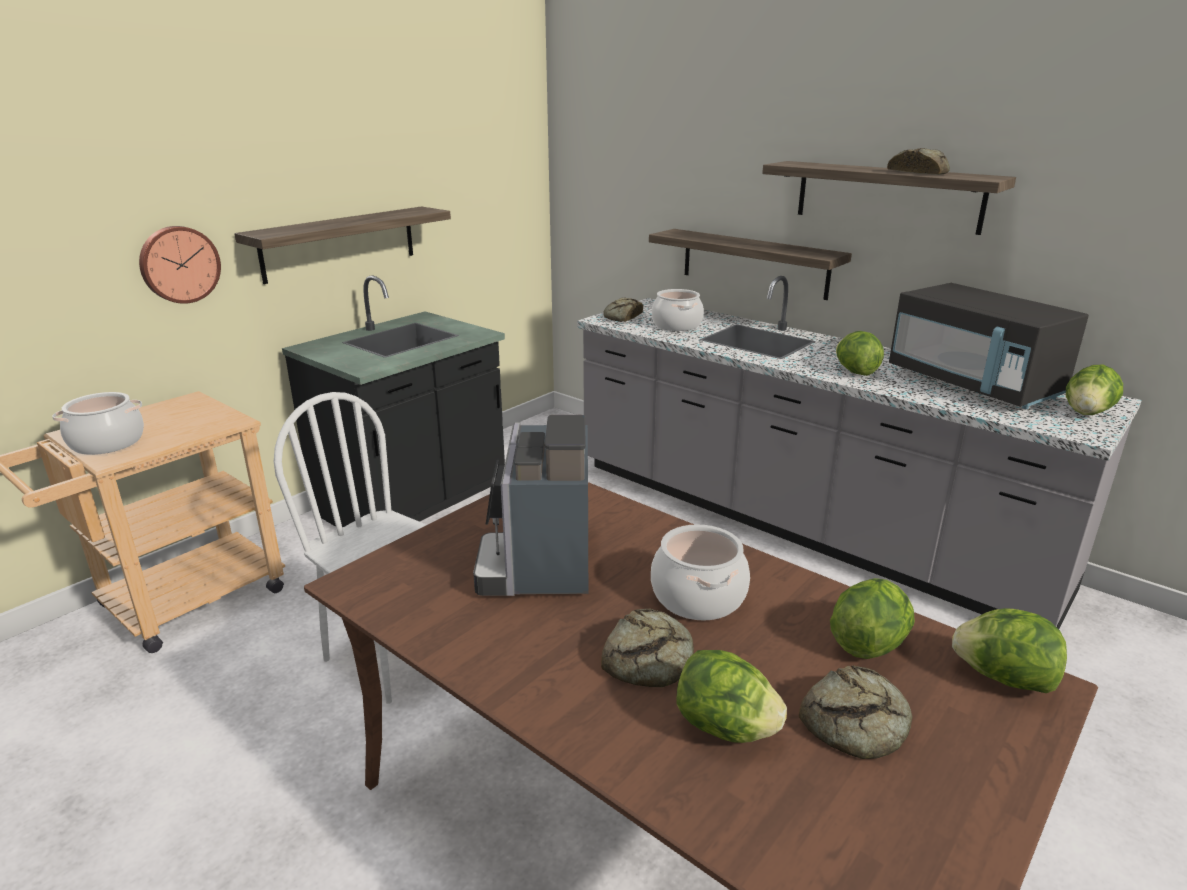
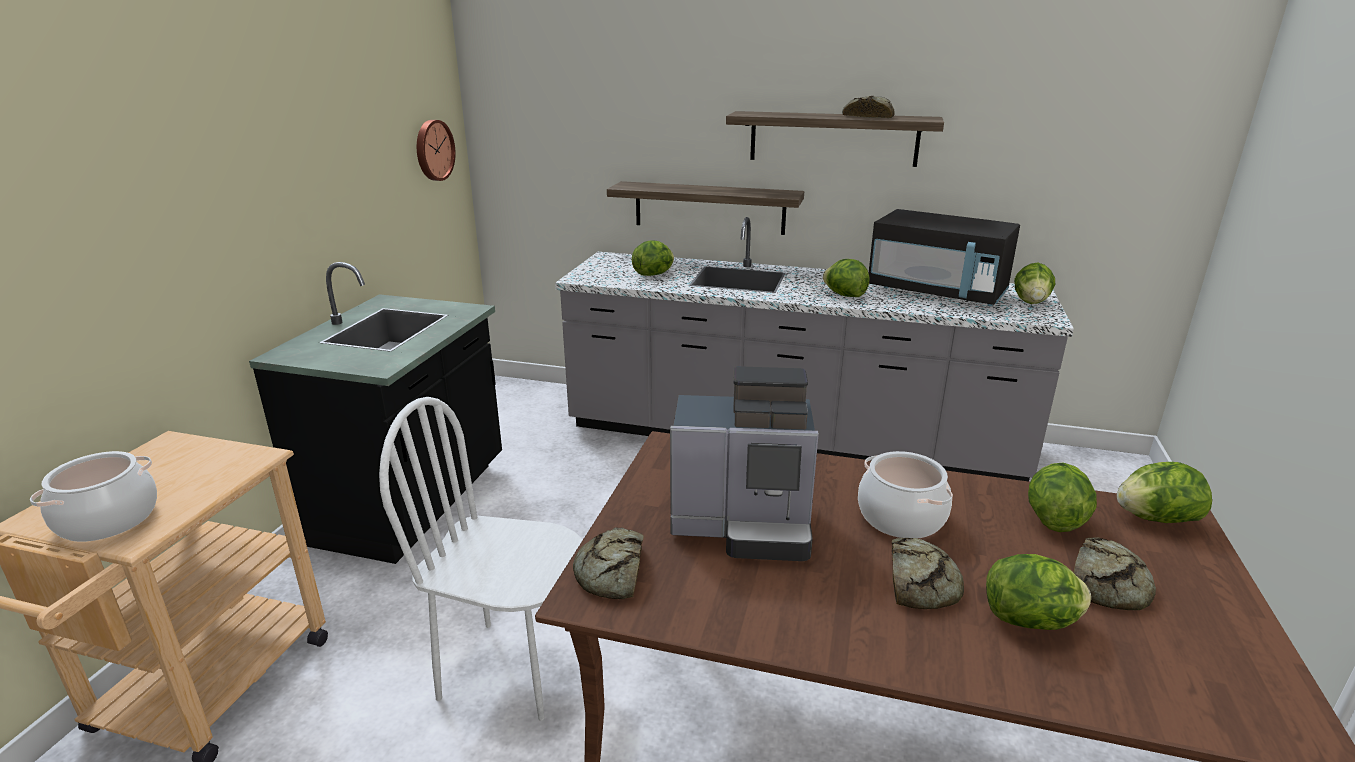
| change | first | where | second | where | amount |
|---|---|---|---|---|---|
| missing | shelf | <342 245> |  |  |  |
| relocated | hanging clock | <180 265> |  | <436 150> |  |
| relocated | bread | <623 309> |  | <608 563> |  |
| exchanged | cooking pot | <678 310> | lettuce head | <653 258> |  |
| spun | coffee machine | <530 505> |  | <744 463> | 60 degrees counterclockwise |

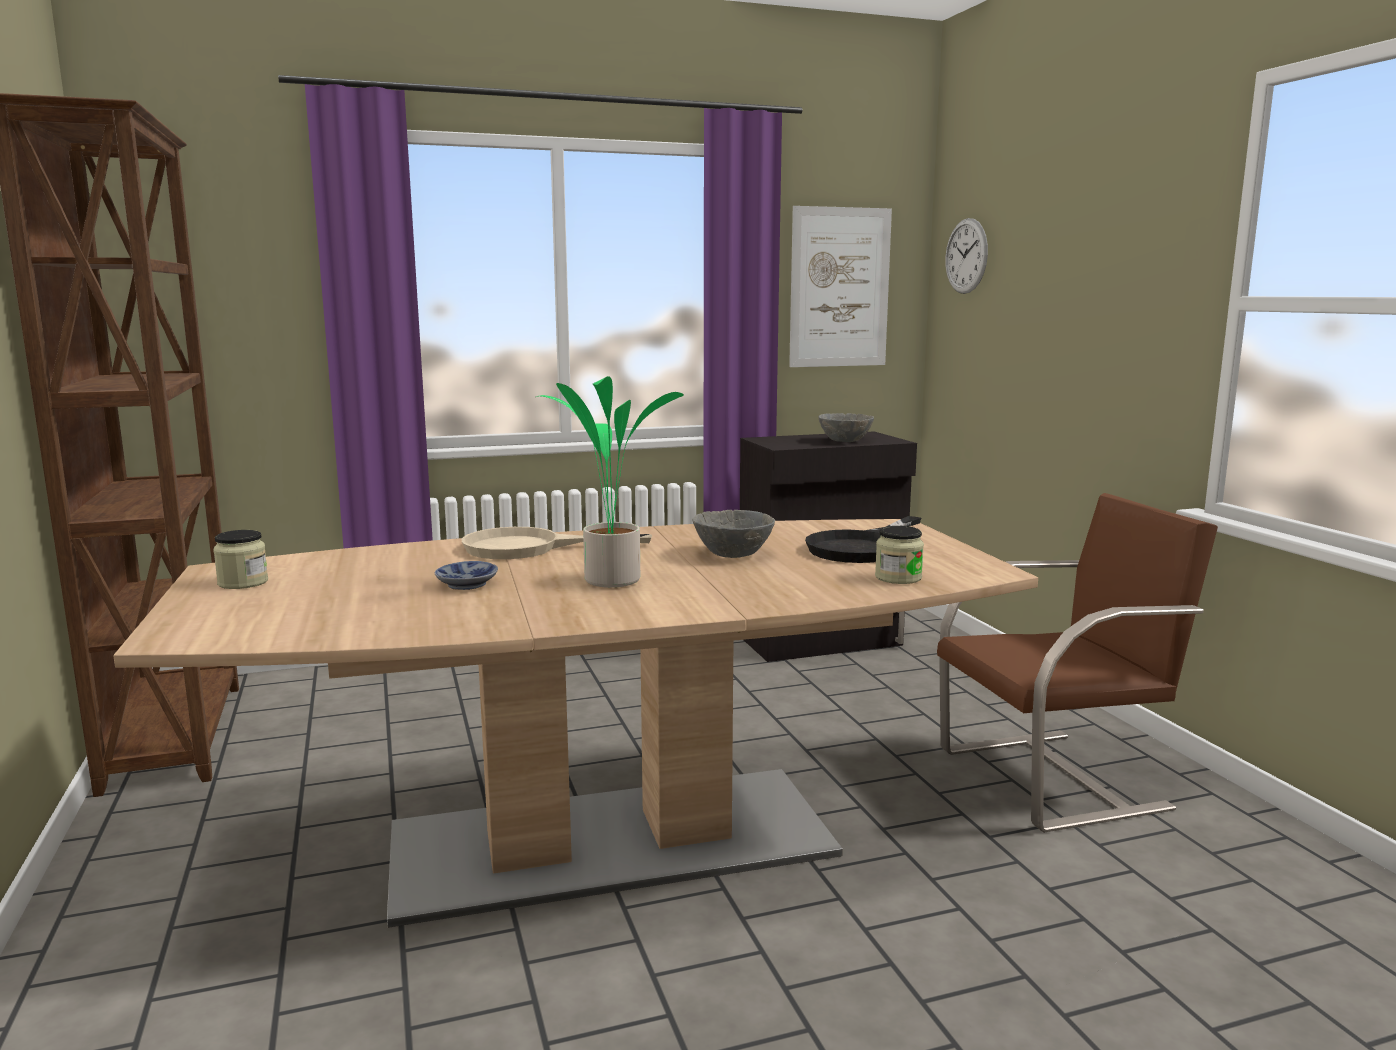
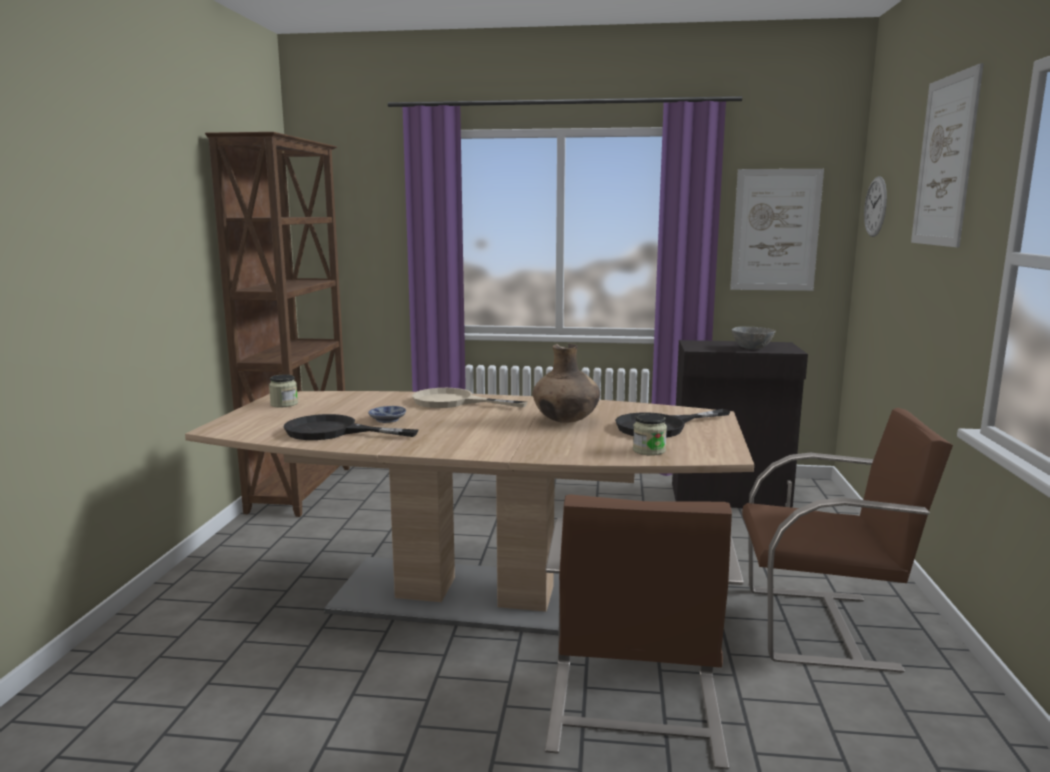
| change | first | where | second | where | amount |
|---|---|---|---|---|---|
| missing | potted plant | <610 482> |  |  |  |
| appeared |  |  | black frying pan | <351 427> |  |
| appeared |  |  | brownish upright chair | <644 632> |  |
| appeared |  |  | wall picture | <947 155> |  |
| exchanged | greyish bowl | <733 534> | brownish flower vase | <566 383> |  |

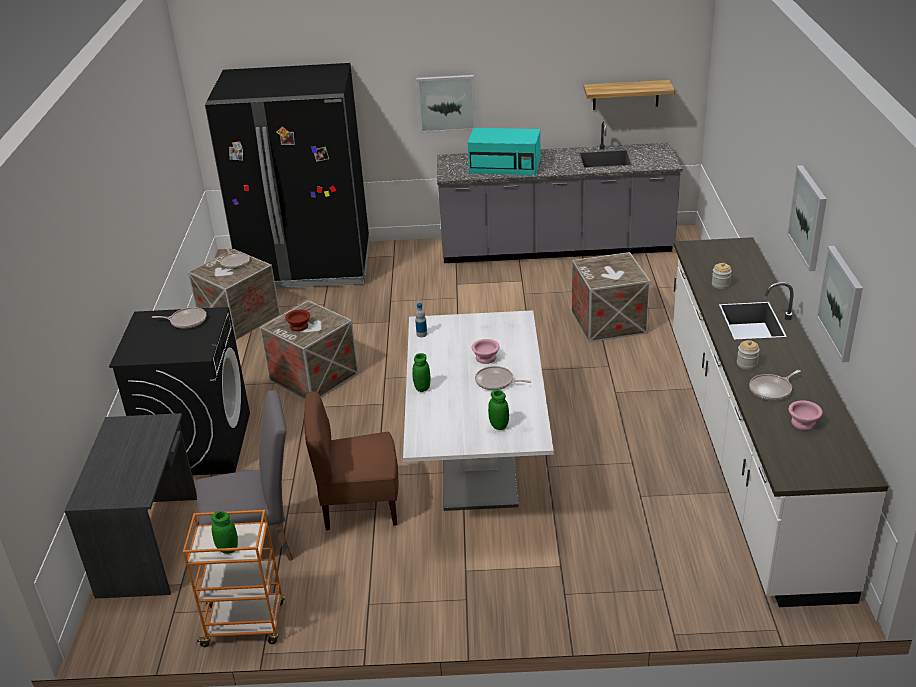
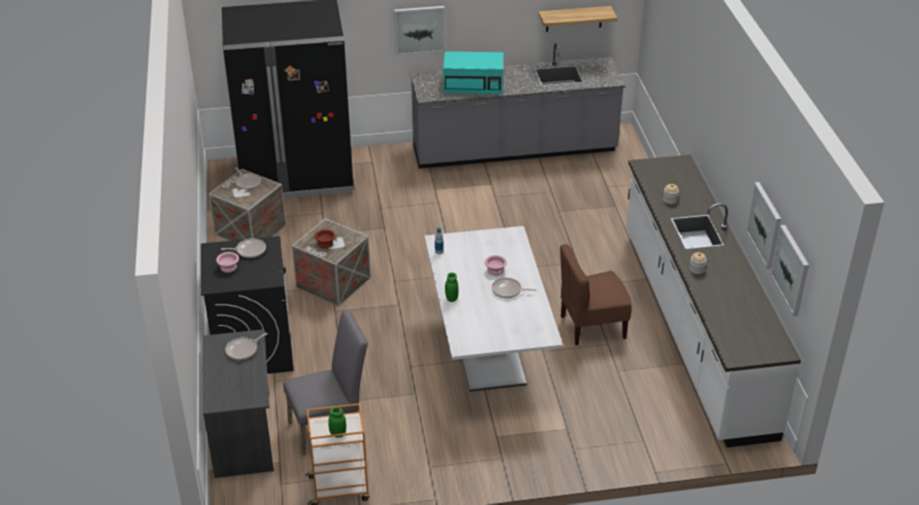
| change | first | where | second | where | amount |
|---|---|---|---|---|---|
| missing | green-coloured storage jar | <498 410> |  |  |  |
| missing | shipping crate | <611 297> |  |  |  |
| relocated | brownish upright chair | <351 460> |  | <596 295> |  |
| relocated | frying pan | <775 385> |  | <246 346> |  |
| relocated | wall picture | <807 218> |  | <789 270> |  |
| relocated | pinkish bowl | <806 415> |  | <227 262> |  |

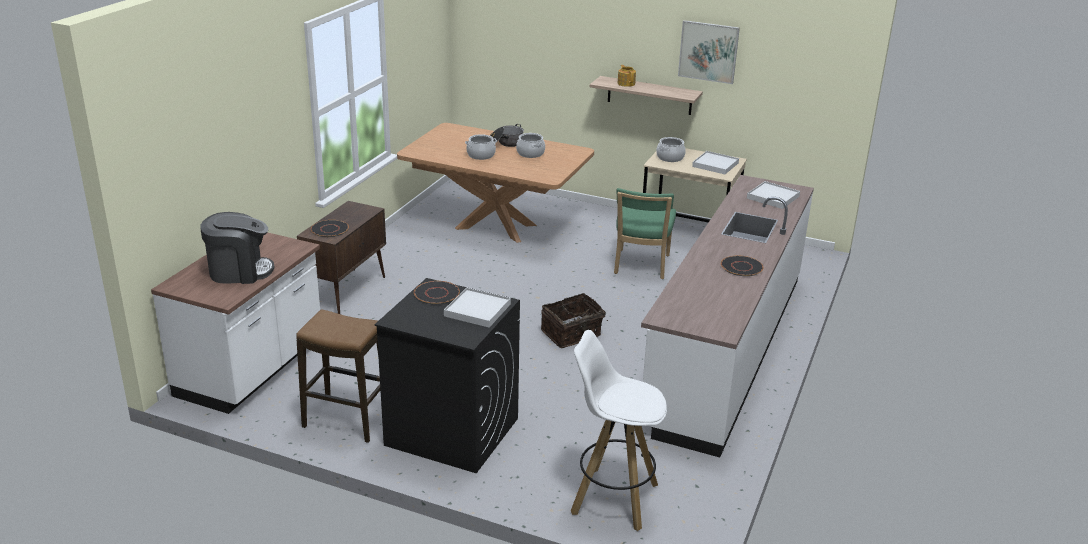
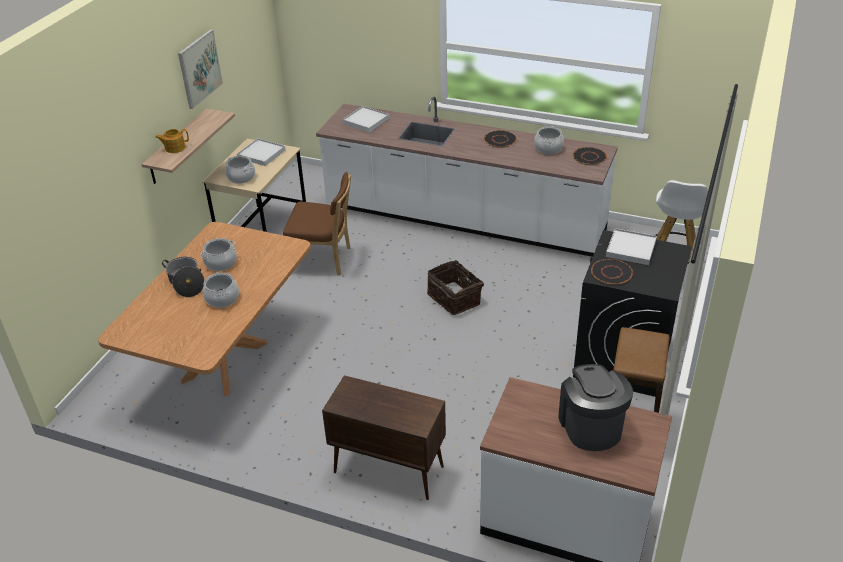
| change | first | where | second | where | amount |
|---|---|---|---|---|---|
| appeared |  |  | cooking pot | <549 140> |  |
| relocated | black flat dish | <330 228> |  | <589 156> |  |
| colour | green-coloured upright chair | <645 233> | brownish upright chair | <317 224> |  |

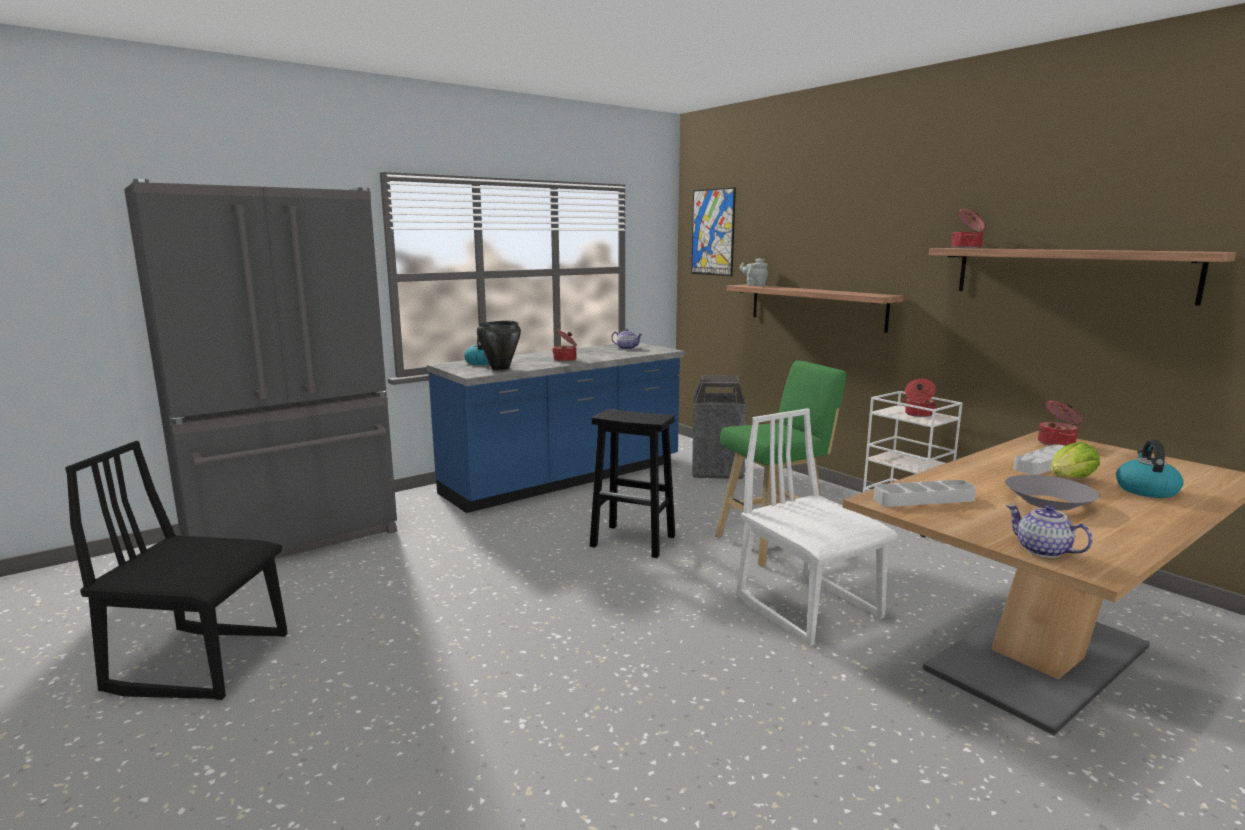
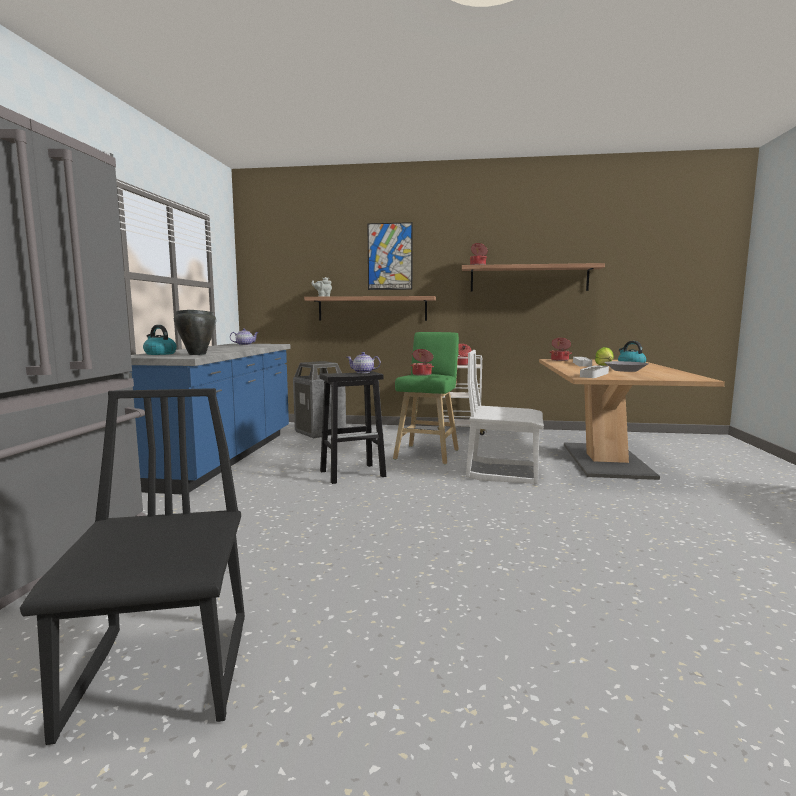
| change | first | where | second | where | amount |
|---|---|---|---|---|---|
| relocated | cooking pot | <564 346> |  | <422 362> |  |
| relocated | wall picture | <713 231> |  | <390 256> |  |
| relocated | tea pot | <1049 531> |  | <364 362> |  |
| spun | black upright chair | <176 570> |  | <132 566> | 120 degrees clockwise |

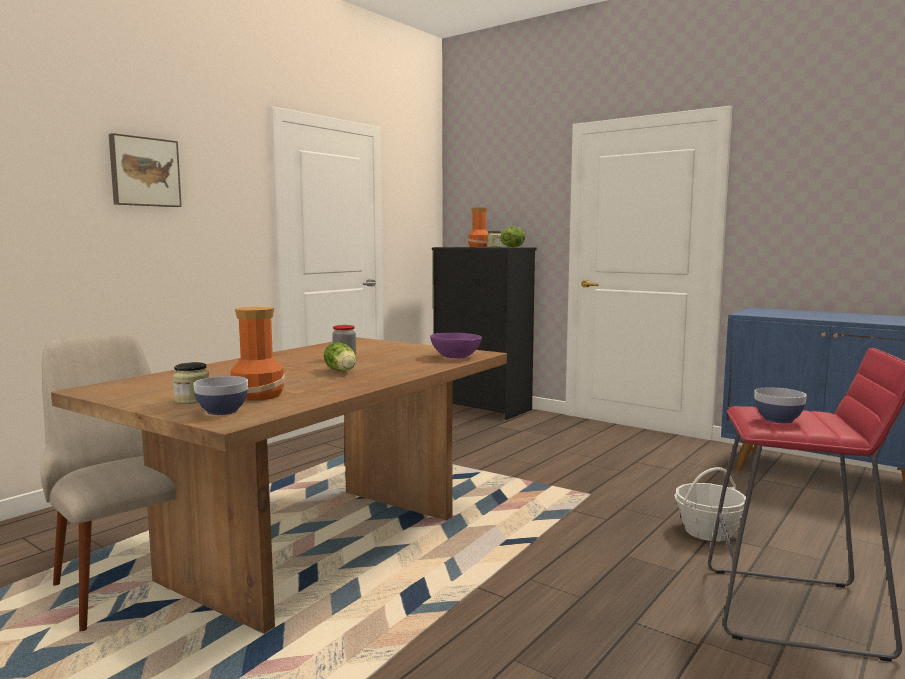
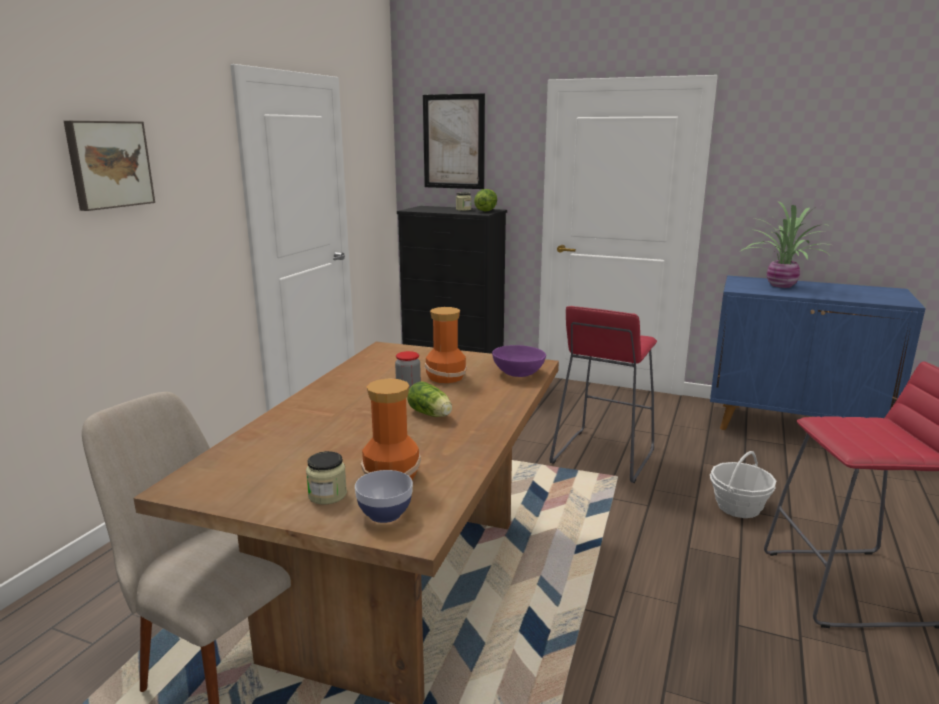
| change | first | where | second | where | amount |
|---|---|---|---|---|---|
| missing | bowl | <781 405> |  |  |  |
| appeared |  |  | wall picture | <454 141> |  |
| appeared |  |  | red-coloured stool seat | <603 394> |  |
| appeared |  |  | potted plant | <789 244> |  |
| relocated | flower vase | <477 227> |  | <446 345> |  |

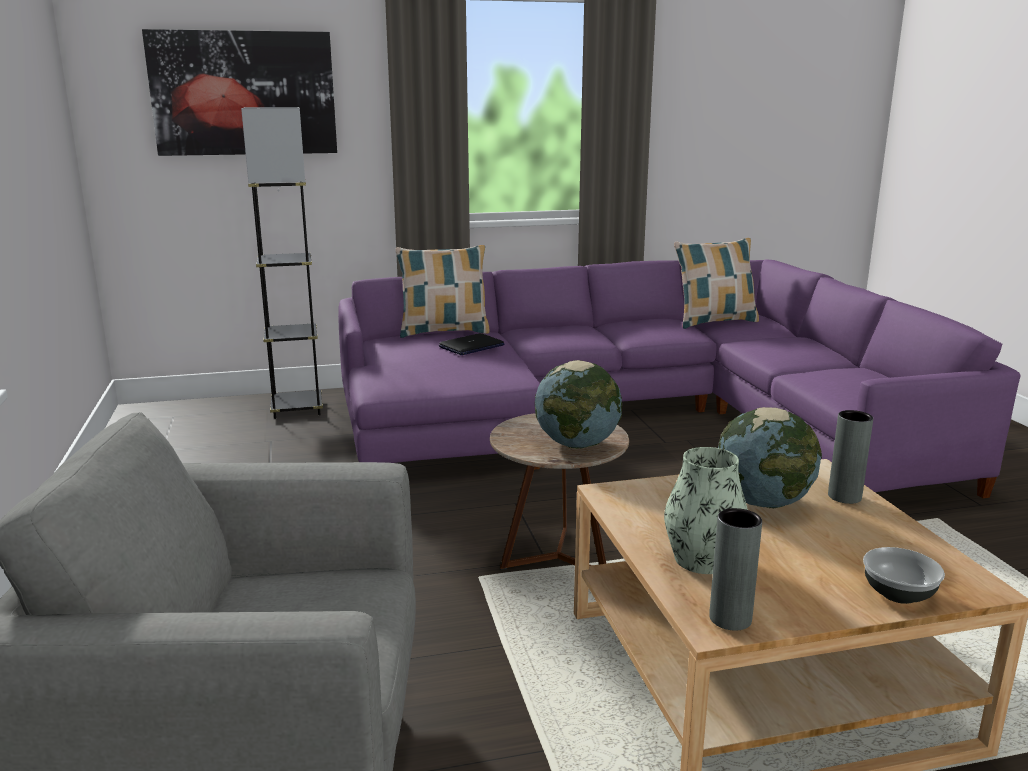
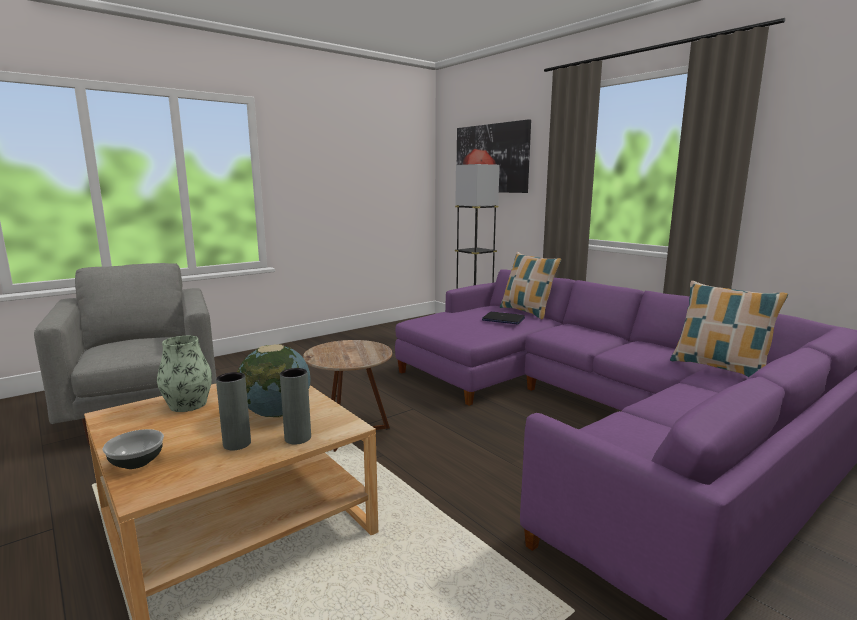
| change | first | where | second | where | amount |
|---|---|---|---|---|---|
| missing | globe | <578 404> |  |  |  |
| relocated | greyish flower vase | <735 569> |  | <233 411> |  |

